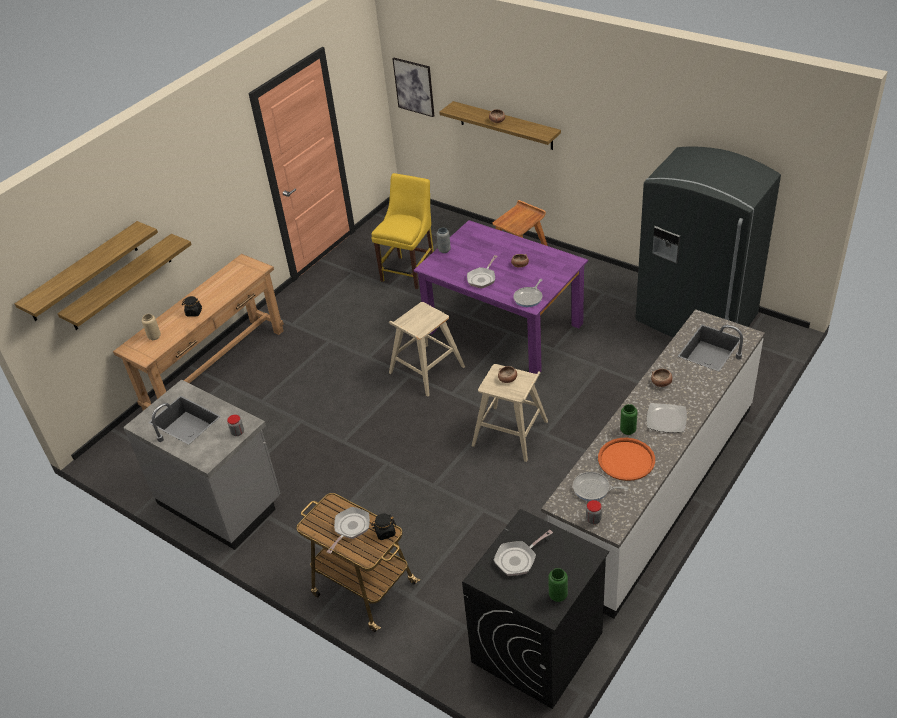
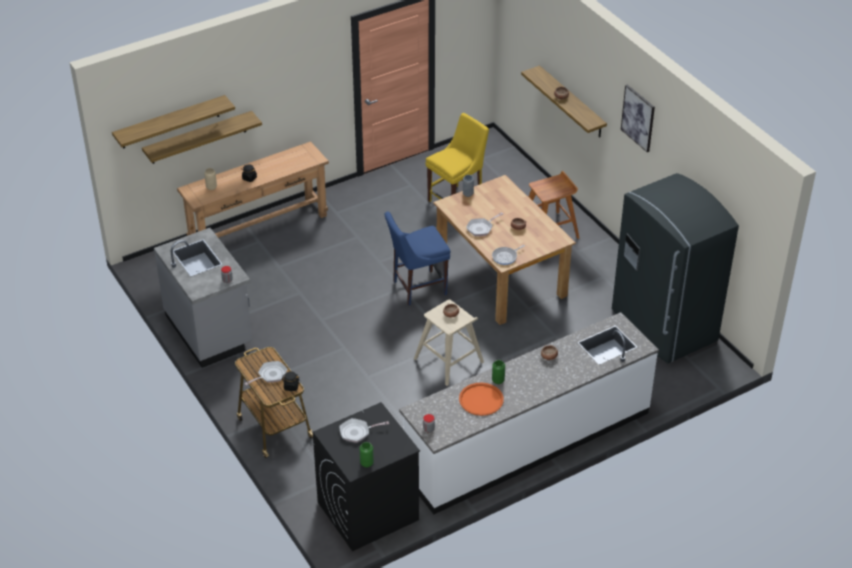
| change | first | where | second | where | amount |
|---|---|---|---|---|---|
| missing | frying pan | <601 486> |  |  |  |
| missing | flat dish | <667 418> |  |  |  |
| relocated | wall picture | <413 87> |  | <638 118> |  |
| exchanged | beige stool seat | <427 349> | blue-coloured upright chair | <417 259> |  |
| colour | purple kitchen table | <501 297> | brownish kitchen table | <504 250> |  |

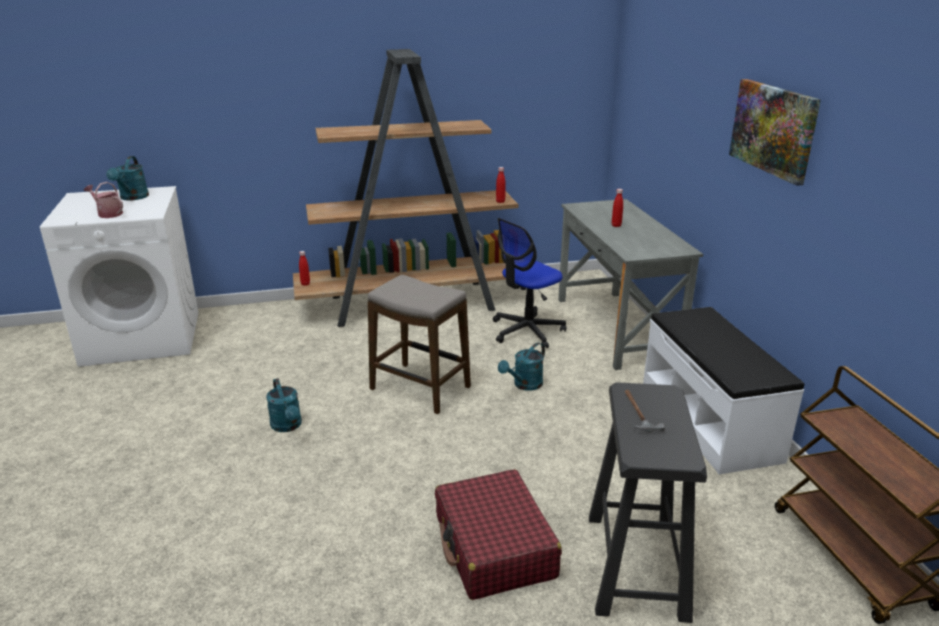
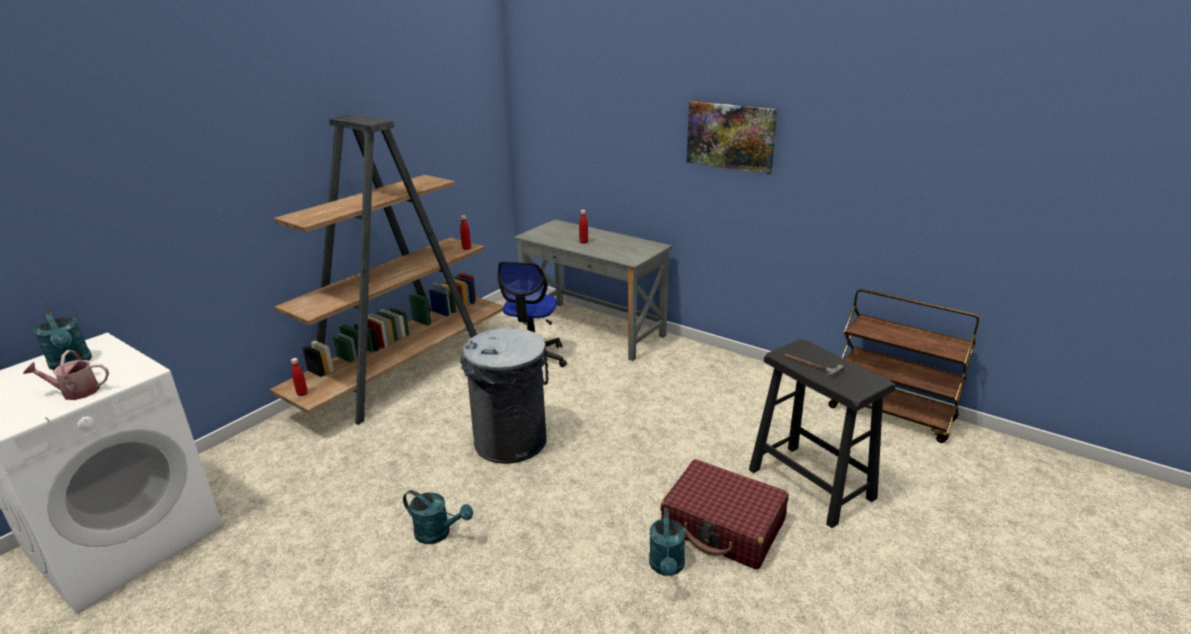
| change | first | where | second | where | amount |
|---|---|---|---|---|---|
| missing | white bench | <723 391> |  |  |  |
| relocated | turquoise watering can | <521 366> |  | <667 542> |  |
| exchanged | stool seat | <419 344> | greyish waste bin | <504 396> |  |

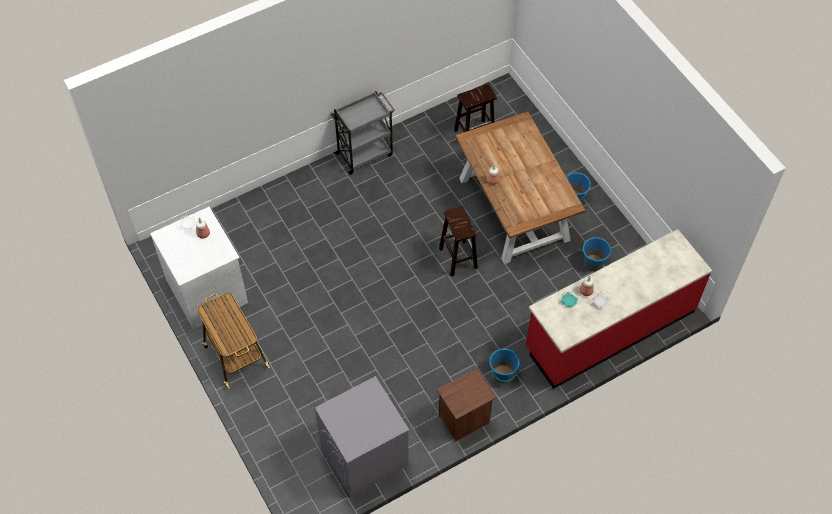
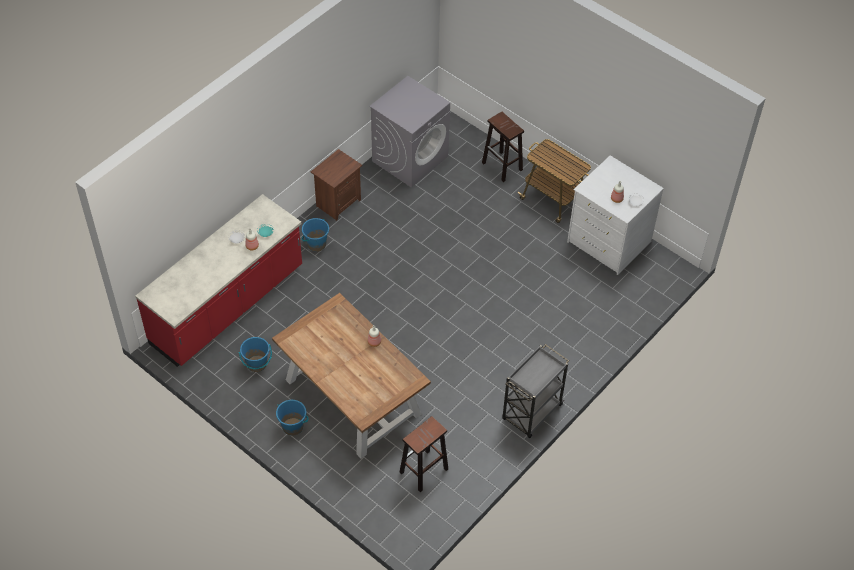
| change | first | where | second | where | amount |
|---|---|---|---|---|---|
| relocated | brownish stool seat | <458 241> |  | <503 147> |  |

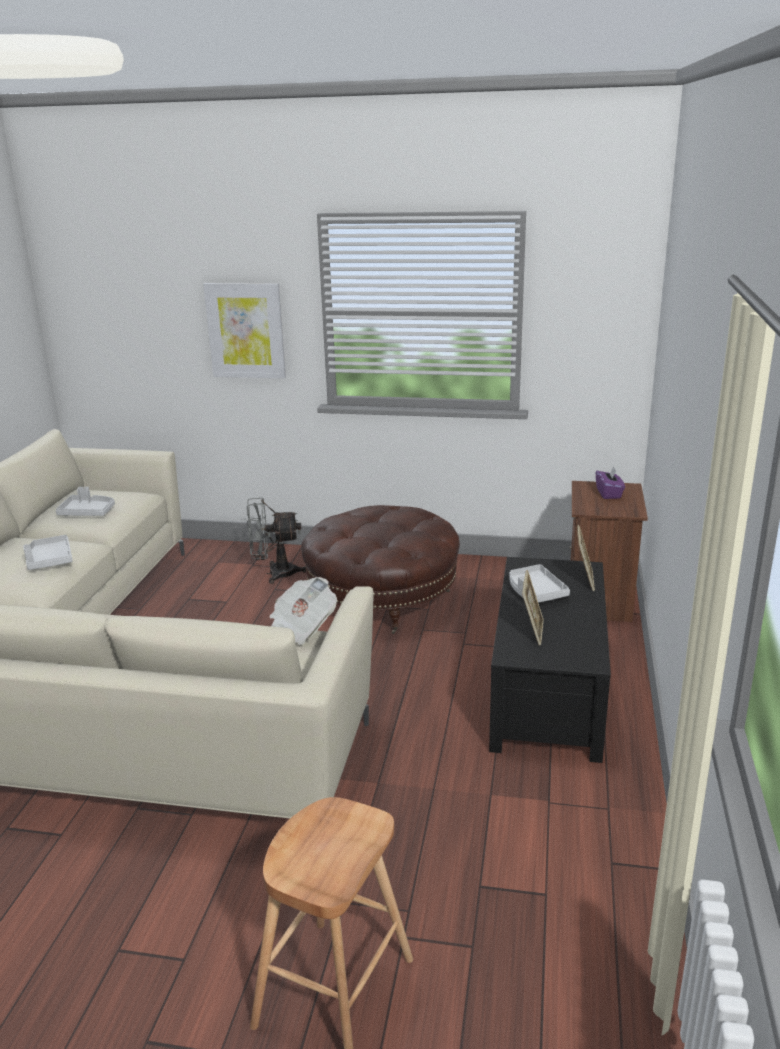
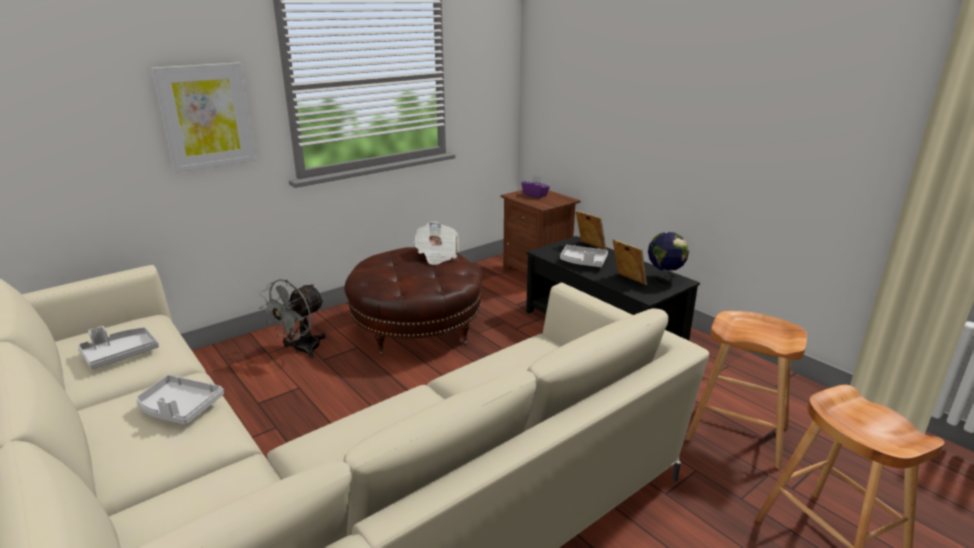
| change | first | where | second | where | amount |
|---|---|---|---|---|---|
| appeared |  |  | globe | <668 259> |  |
| appeared |  |  | brownish stool seat | <746 390> |  |
| relocated | newspaper | <303 611> |  | <436 243> |  |

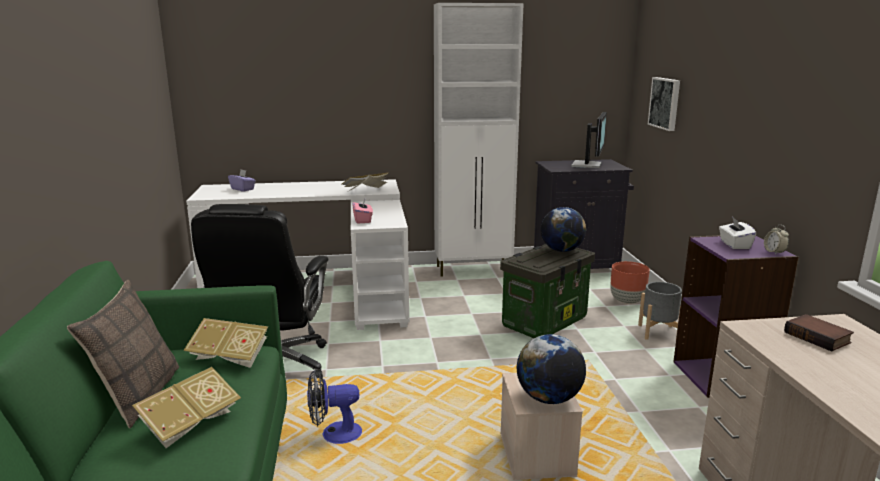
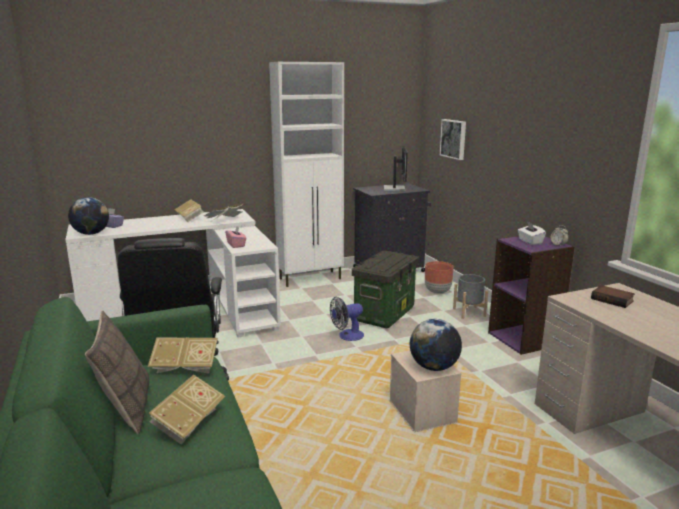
| change | first | where | second | where | amount |
|---|---|---|---|---|---|
| appeared |  |  | volume | <189 210> |  |
| relocated | cooling fan | <334 407> |  | <347 319> |  |
| relocated | globe | <563 229> |  | <88 216> |  |

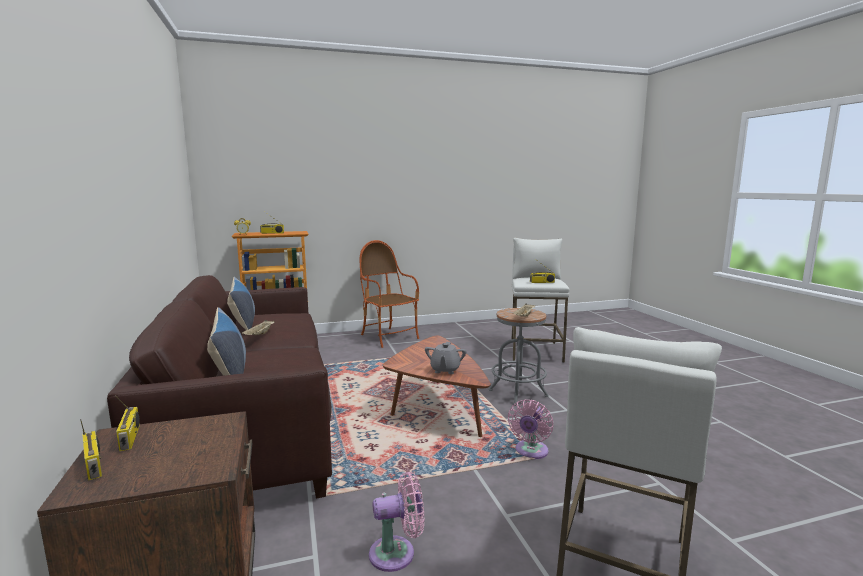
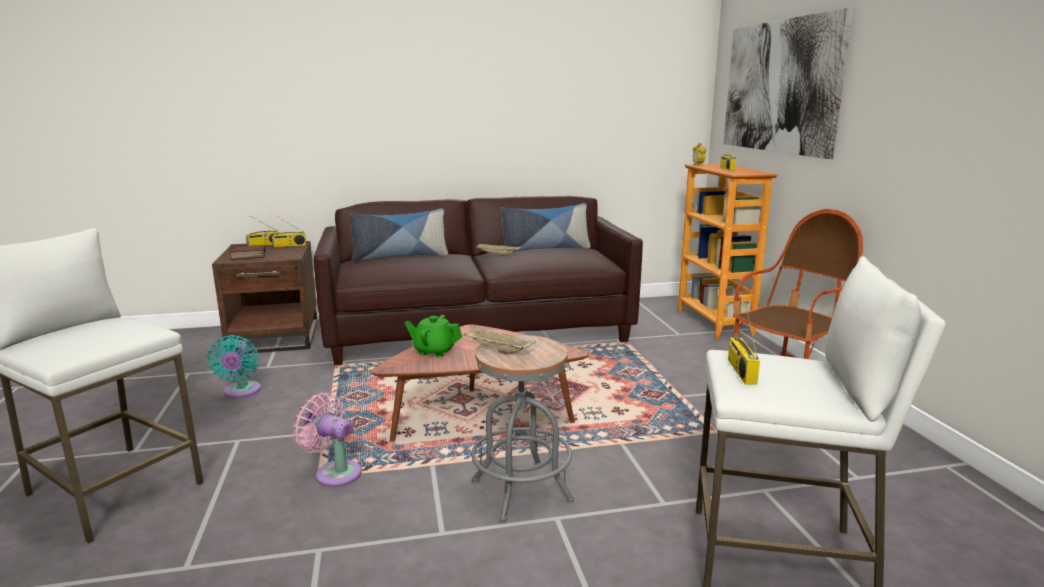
| change | first | where | second | where | amount |
|---|---|---|---|---|---|
| appeared |  |  | volume | <247 252> |  |
| appeared |  |  | wall picture | <788 83> |  |
| colour | pinkish cooling fan | <396 522> | turquoise cooling fan | <234 366> |  |
| colour | greyish tea pot | <446 358> | green-coloured tea pot | <433 336> |  |

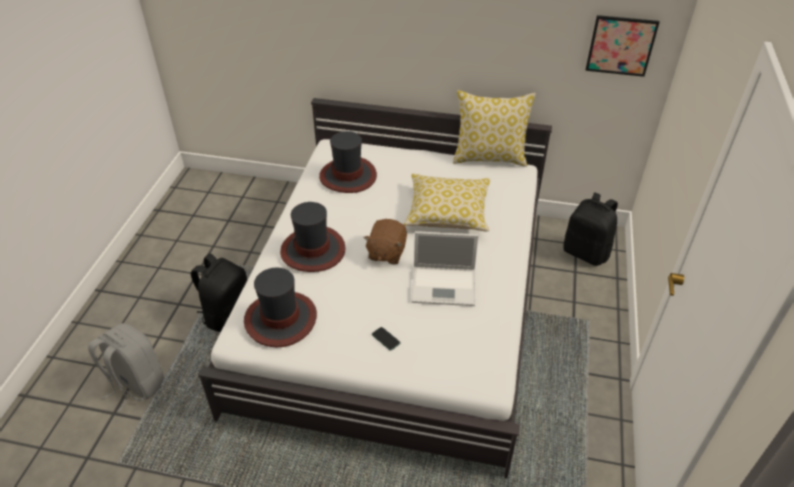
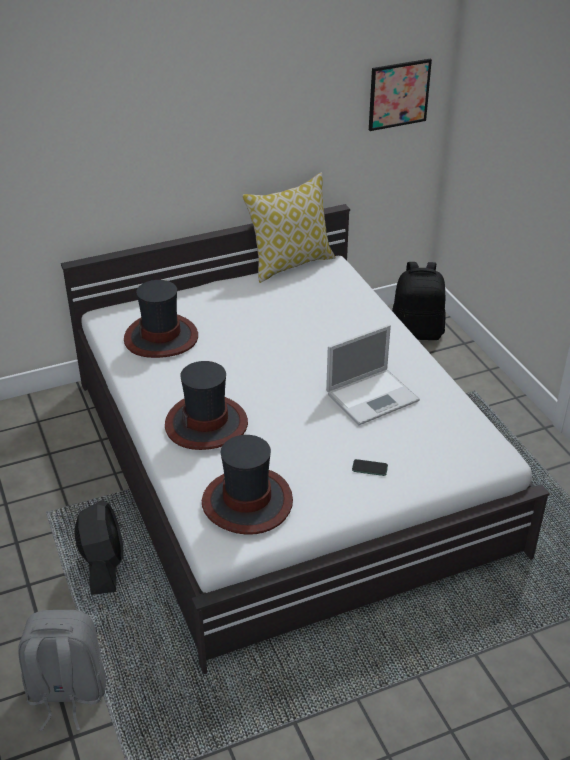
| change | first | where | second | where | amount |
|---|---|---|---|---|---|
| missing | brownish plush toy | <385 242> |  |  |  |
| missing | cushion | <447 202> |  |  |  |
| exchanged | black knapsack | <219 292> | black cooling fan | <99 548> |  |

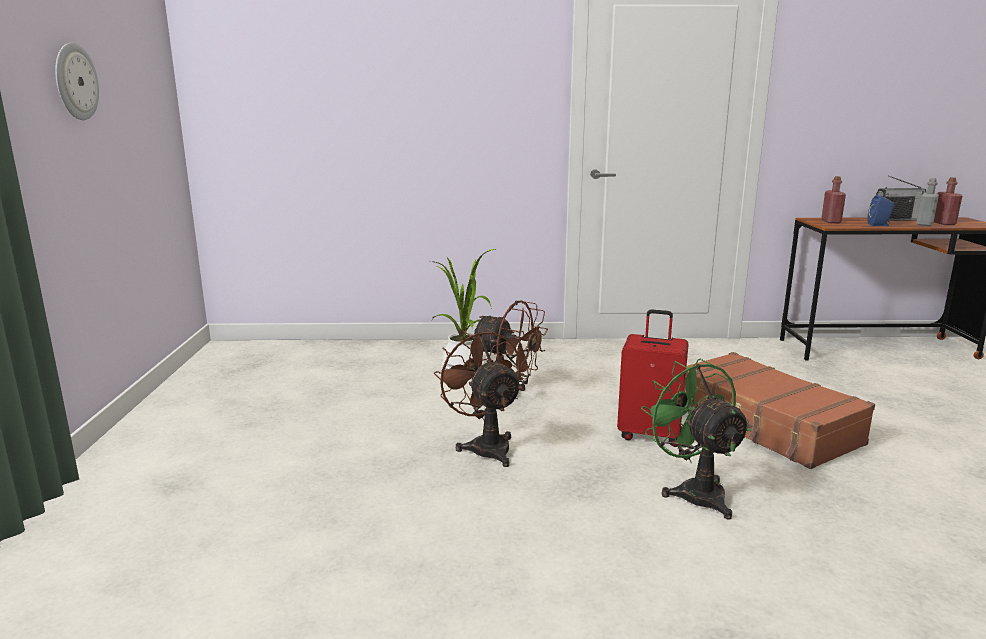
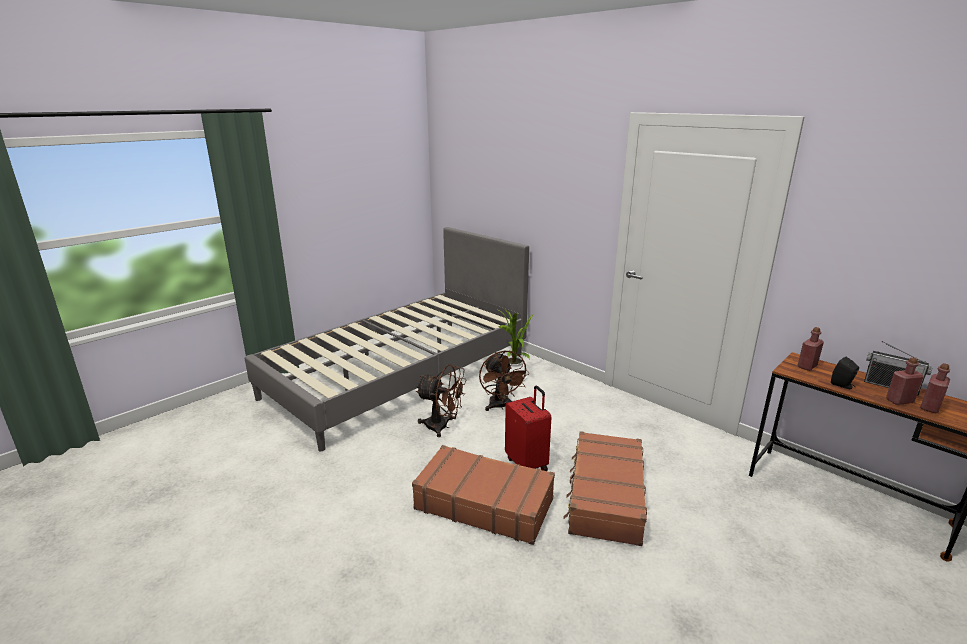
| change | first | where | second | where | amount |
|---|---|---|---|---|---|
| missing | hanging clock | <77 81> |  |  |  |
| appeared |  |  | greyish bedroom bed | <387 339> |  |
| exchanged | green-coloured cooling fan | <696 439> | brownish suitcase | <483 495> |  |
| colour | blue-coloured speaker | <880 210> | black speaker | <845 373> |  |
| colour | greyish bottle | <927 202> | red-coloured bottle | <905 381> |  |
| spun | brownish cooling fan | <478 397> |  | <441 400> | 90 degrees clockwise |

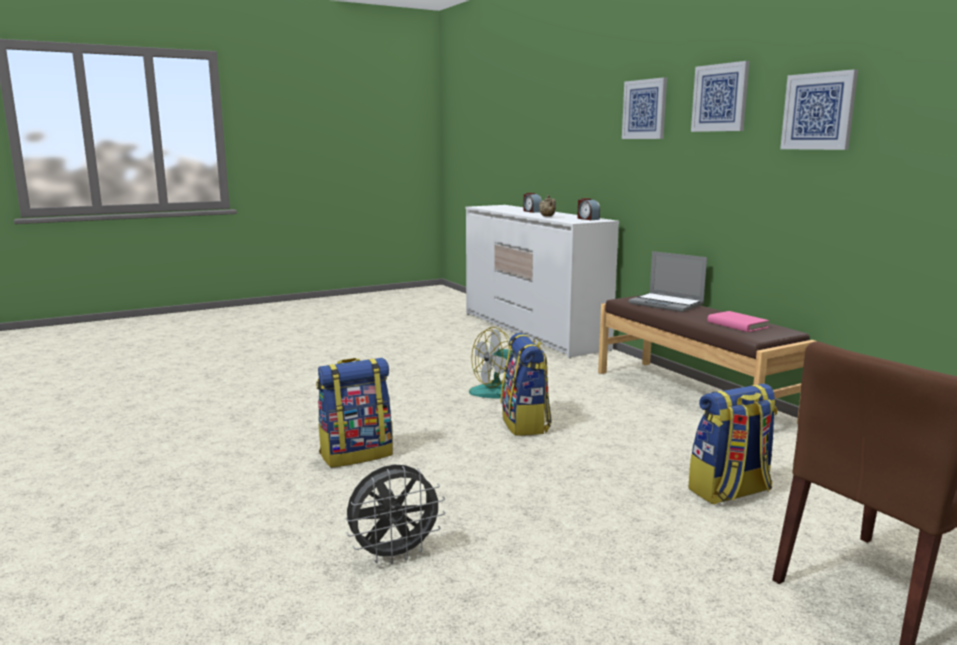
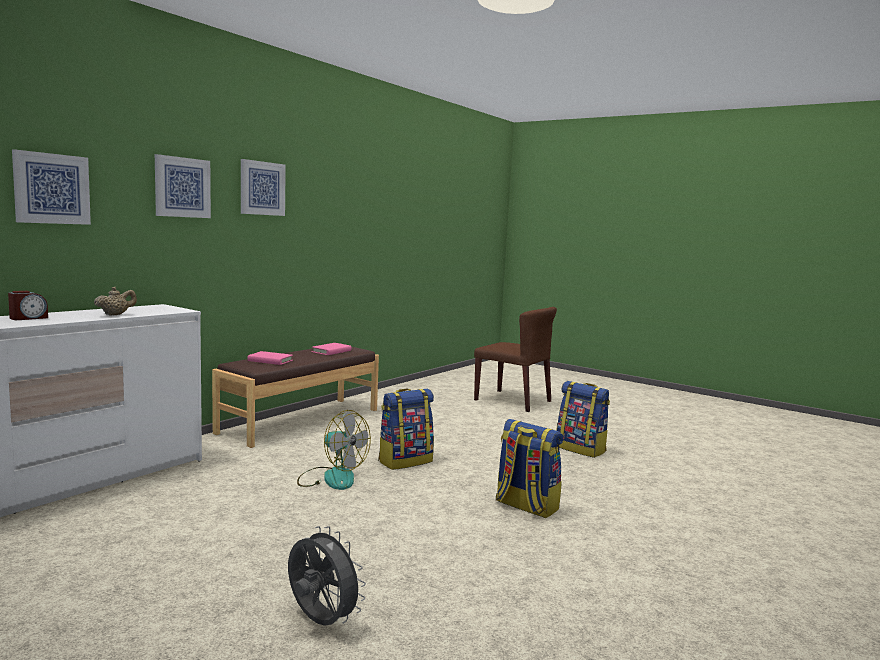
| change | first | where | second | where | amount |
|---|---|---|---|---|---|
| missing | bedside clock | <588 209> |  |  |  |
| relocated | greyish cooling fan | <395 514> |  | <327 576> |  |
| relocated | knapsack | <733 444> |  | <583 419> |  |
| relocated | wall picture | <819 109> |  | <51 187> |  |
| exchanged | laptop | <667 281> | pinkish volume | <270 358> |  |

